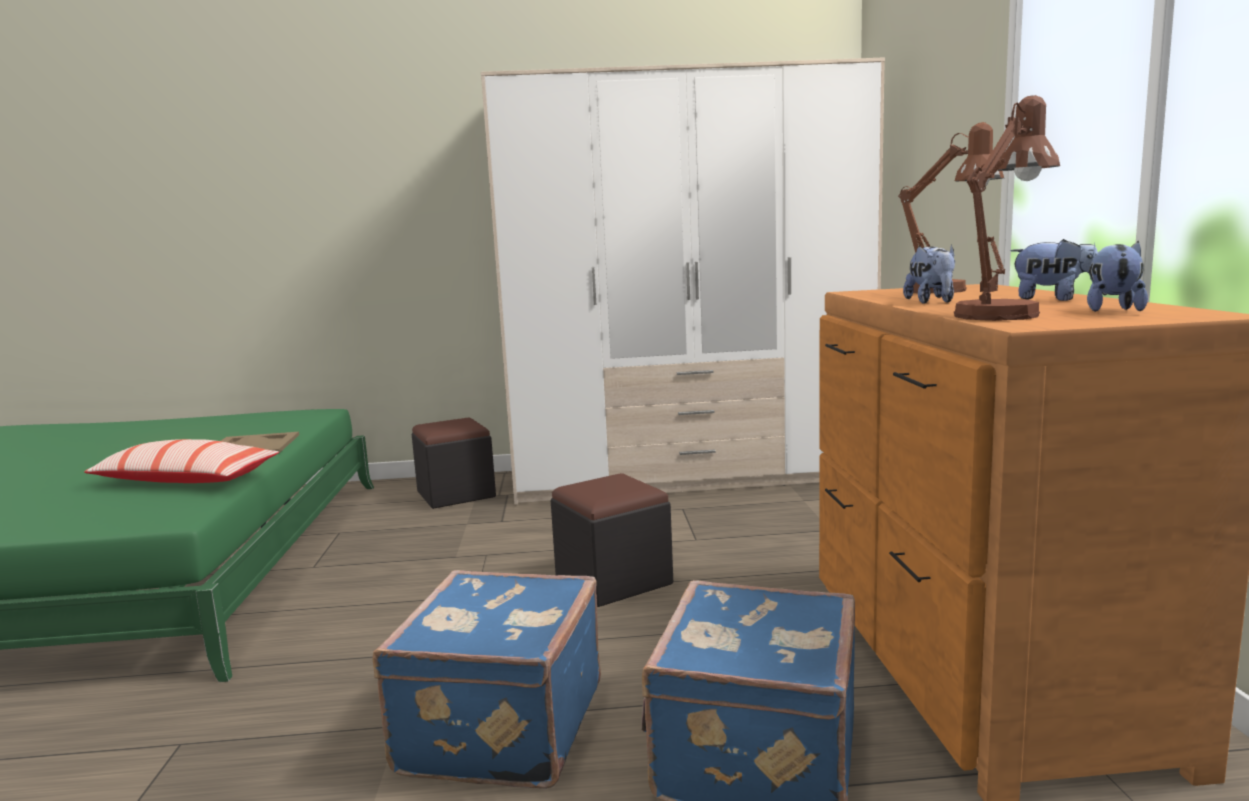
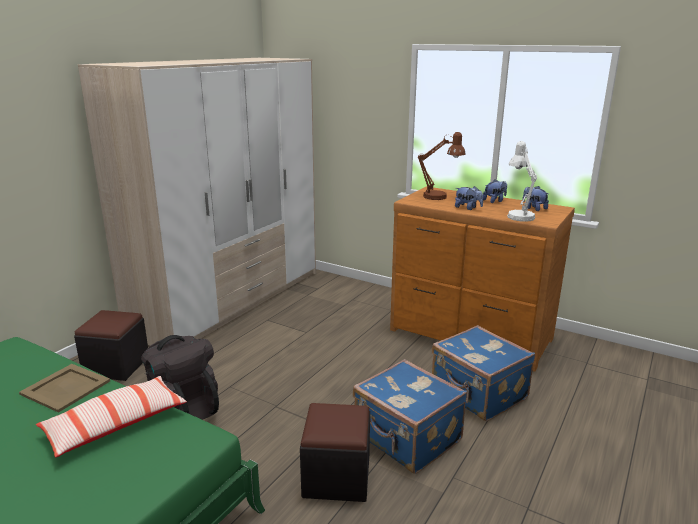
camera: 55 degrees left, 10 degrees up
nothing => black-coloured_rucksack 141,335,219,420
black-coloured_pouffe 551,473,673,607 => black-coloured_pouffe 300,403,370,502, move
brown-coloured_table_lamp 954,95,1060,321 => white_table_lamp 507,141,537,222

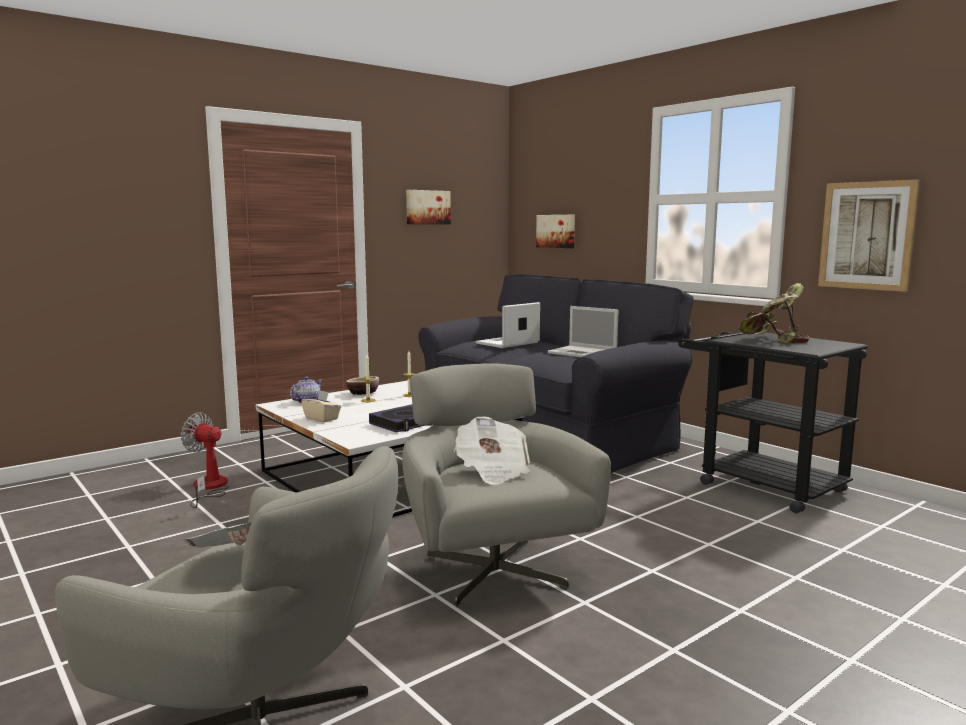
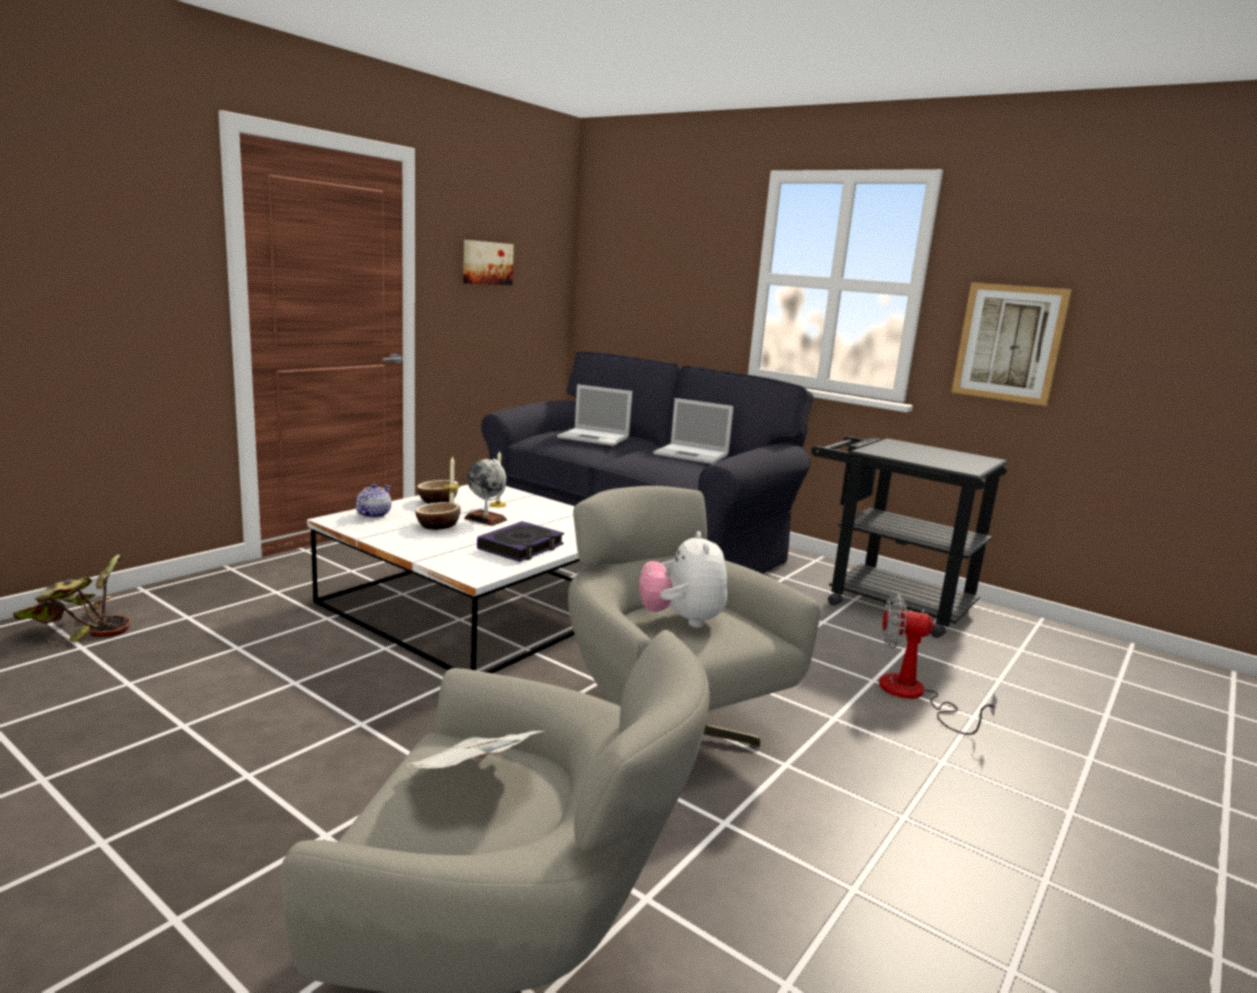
camera: 15 degrees left, 5 degrees up
sand-coloured_box_of_tissues 301,390,341,422 => nothing
picture 536,215,575,248 => nothing
nothing => bowl 415,502,460,530
nothing => globe 464,459,507,526
electric_fan 181,412,229,508 => electric_fan 879,594,997,735, move
houseplant 738,283,809,344 => houseplant 13,555,131,642, move
newspaper 454,417,530,485 => cuddly_toy 639,531,727,628
notebook_computer 476,302,540,348 => notebook_computer 557,384,632,446, 105 degrees counterclockwise

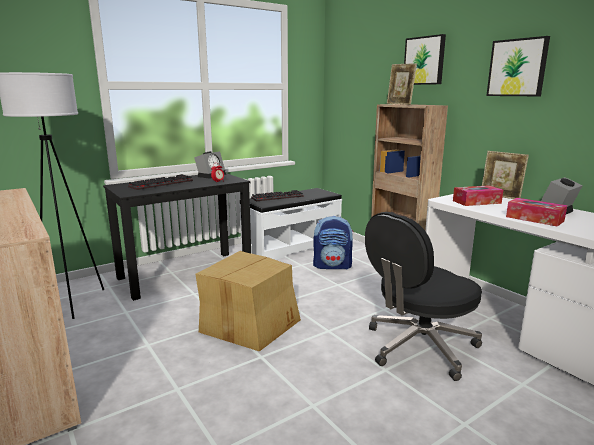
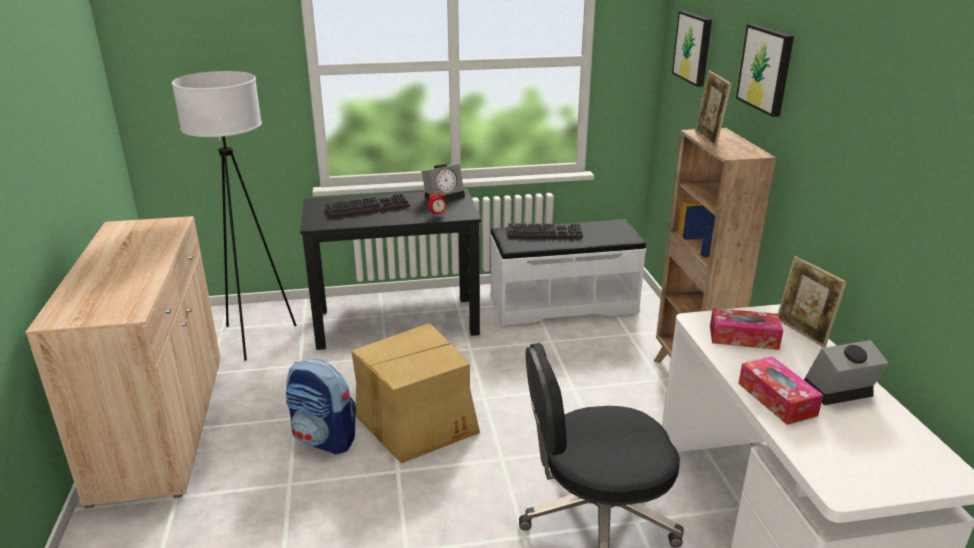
camera: 25 degrees right, 10 degrees up
rucksack 313,216,354,269 => rucksack 286,359,356,455, move
picture 486,36,550,96 => picture 672,11,712,87, move

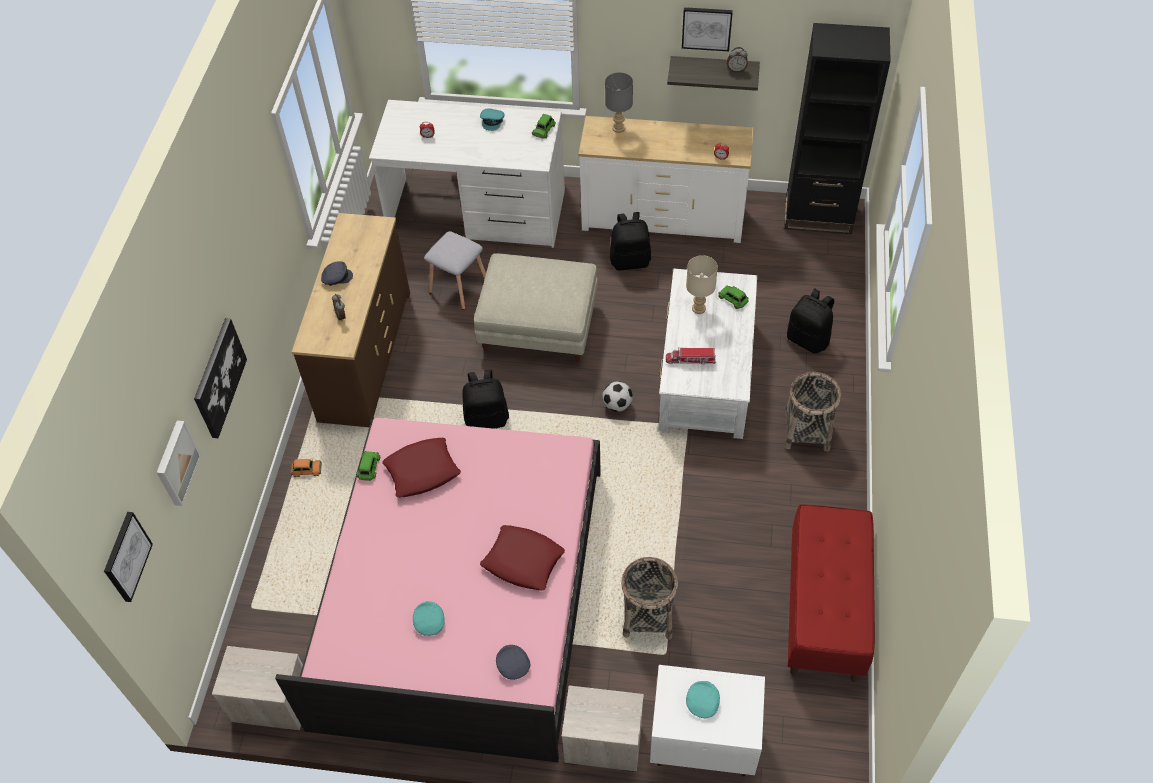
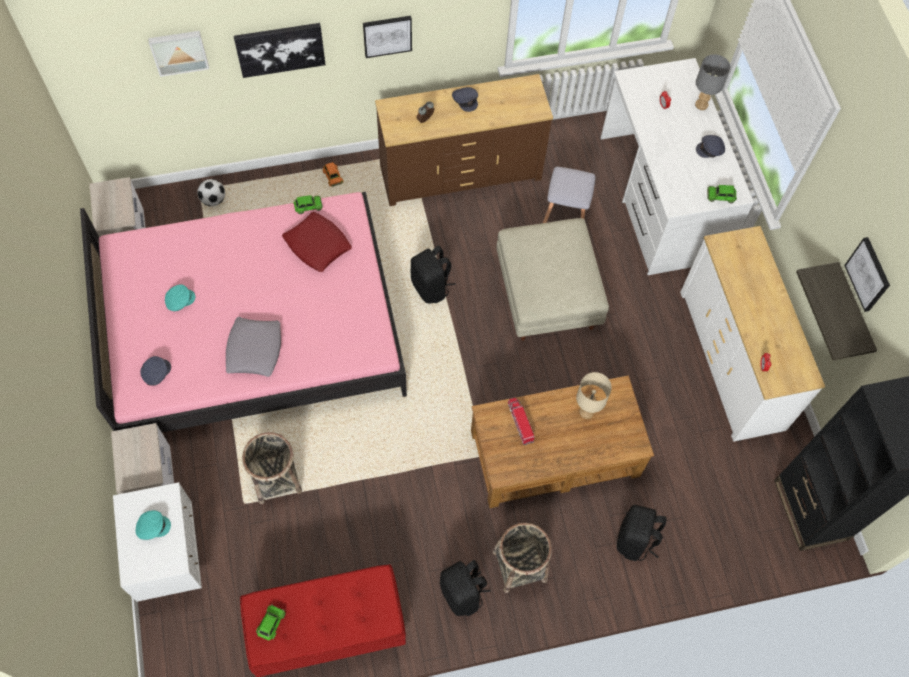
camera: 65 degrees right, 10 degrees up
alarm_clock 727,47,748,72 => nothing
picture 104,512,153,602 => picture 363,16,412,58, move
football_ball 602,381,633,412 => football_ball 197,179,225,206, move
greyish_table_lamp 605,72,633,133 => greyish_table_lamp 695,54,730,110, move
black-coloured_rucksack 610,212,651,270 => black-coloured_rucksack 440,560,491,616, move
green-coloured_miniature_car 718,285,749,309 => green-coloured_miniature_car 256,604,286,641, move
turquoise-coloured_cap 480,109,505,131 => greyish_cap 696,135,725,158
reddish_throw_pillow 480,525,565,591 => greyish_throw_pillow 226,317,281,377
white_low_table 659,269,757,439 => brown-coloured_low_table 471,375,654,508

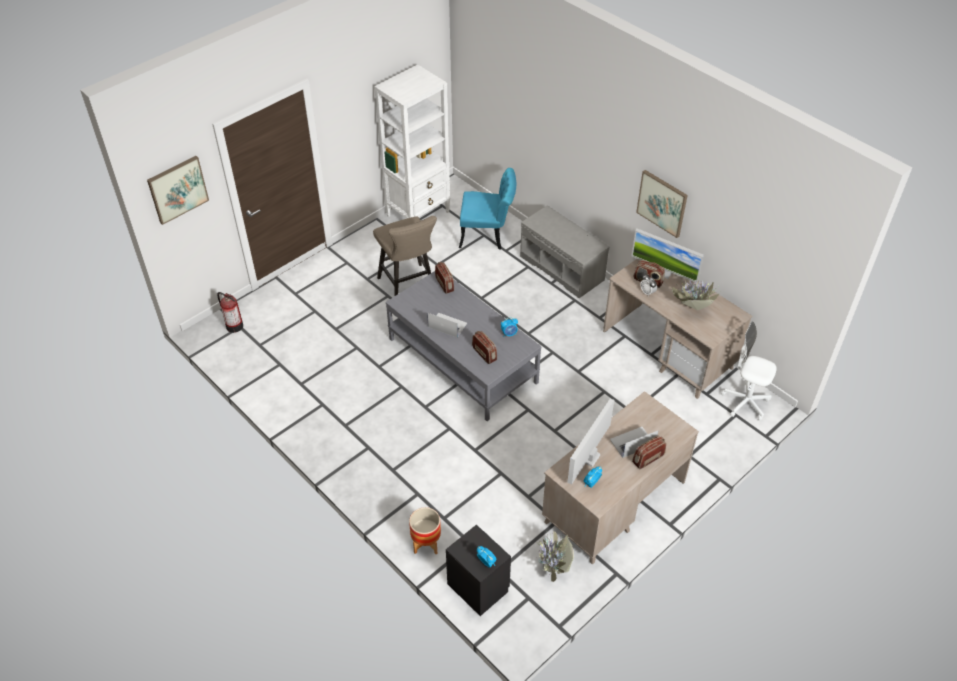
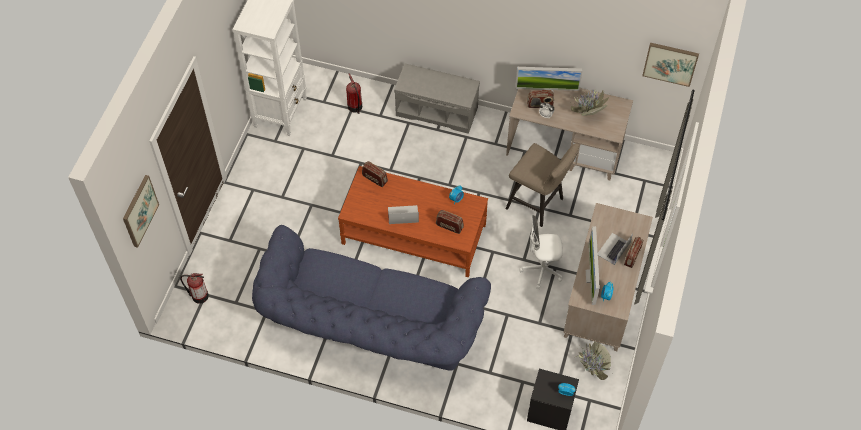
camera: 30 degrees left, 10 degrees up
flower_pot 409,507,441,554 => nothing
nothing => bluish_settee 252,225,491,371
sand-coloured_stool_seat 373,216,437,296 => sand-coloured_stool_seat 505,143,579,227, move
picture 636,170,688,238 => picture 642,43,699,87, move
white_computer_chair 721,321,777,421 => white_computer_chair 519,215,563,289, move
turquoise-coloured_chair 459,168,516,250 => fire_extinguisher 346,73,362,114
greyish_low_table 386,271,542,421 => brown-coloured_low_table 338,166,488,278

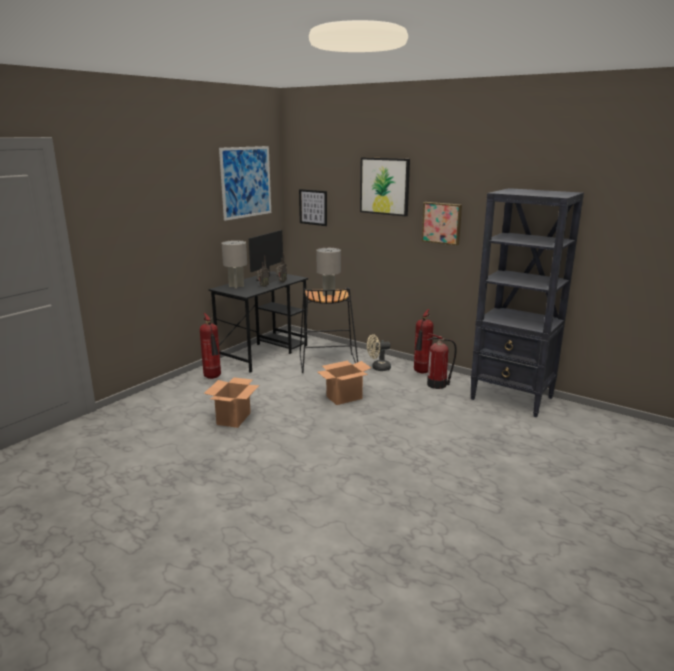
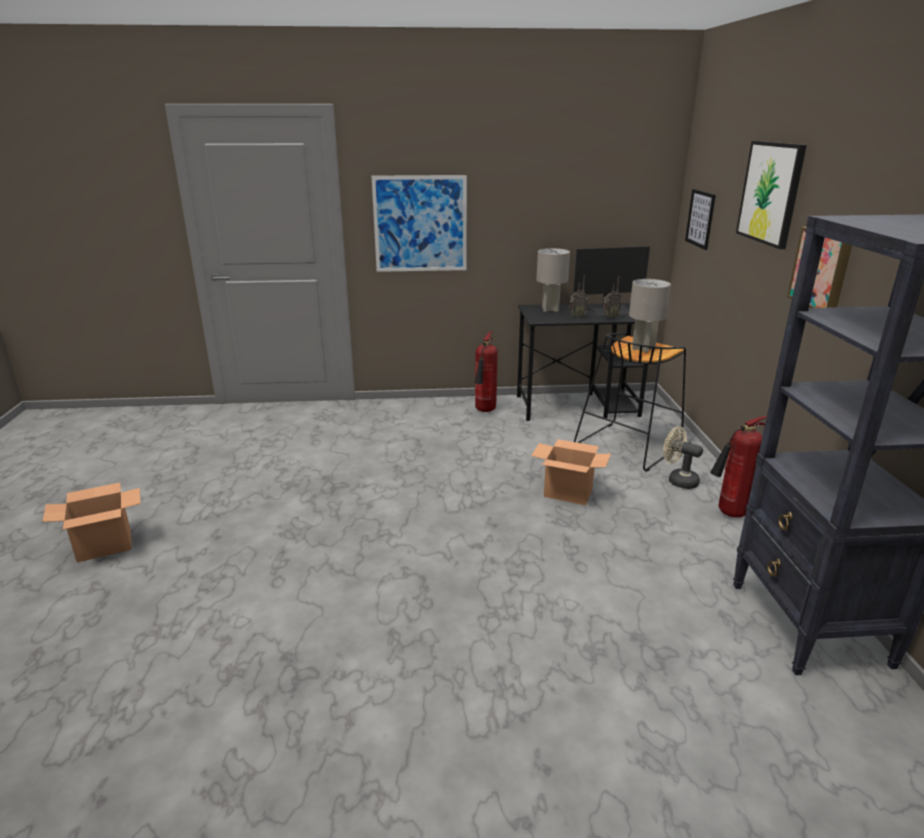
camera: 50 degrees right, 5 degrees up
fire_extinguisher 427,333,457,389 => nothing
carton 204,377,259,428 => carton 43,483,141,563, move
picture 219,146,271,221 => picture 372,175,467,272, move

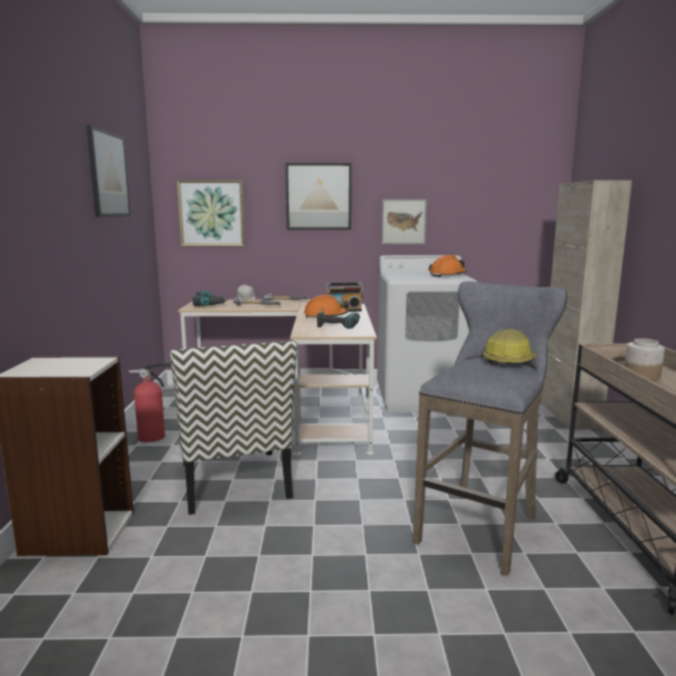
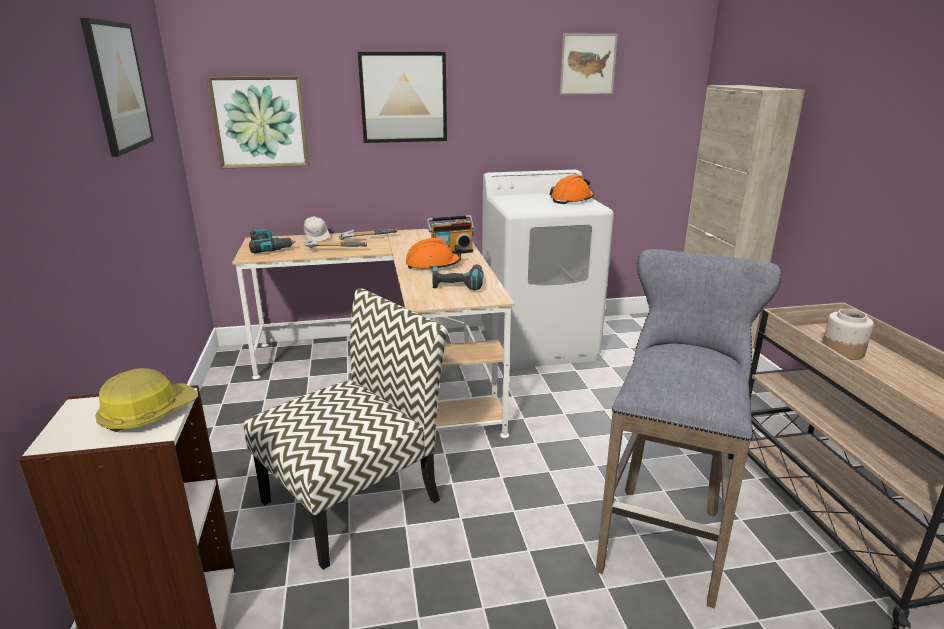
camera: 10 degrees left, 10 degrees up
fire_extinguisher 129,362,171,442 => nothing
picture 382,199,427,244 => picture 560,33,618,95, move
work_helmet 483,329,537,366 => work_helmet 95,368,198,432, move
chair 170,341,297,515 => chair 244,288,447,570, 105 degrees counterclockwise

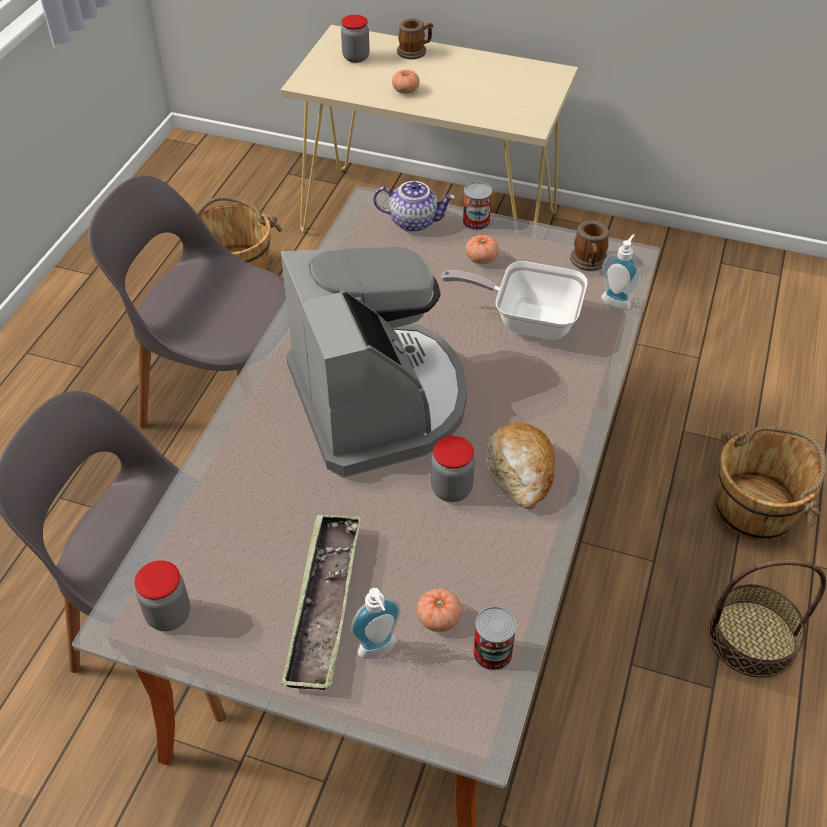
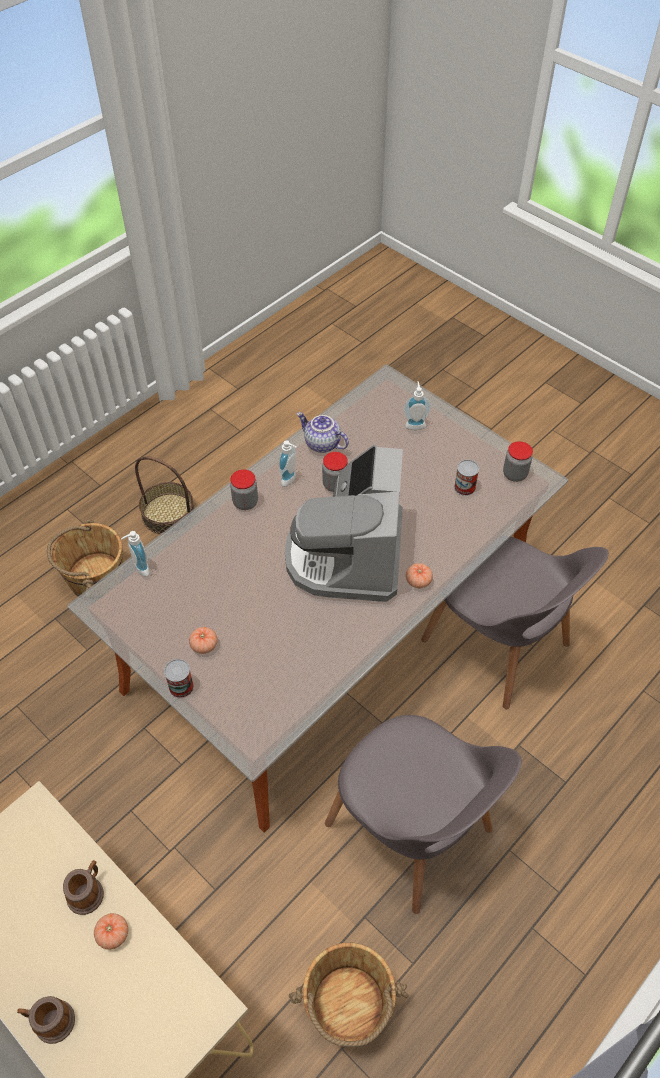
camera: 155 degrees left, 5 degrees up
tray 281,514,361,690 => nothing
pan 441,261,588,340 => nothing
storage_jar 341,15,370,63 => storage_jar 230,469,258,510, move
teapot 373,181,455,232 => teapot 297,412,349,453, move
whole_tomato 417,589,462,632 => whole_tomato 406,563,433,588, move
sealed_can 473,606,517,671 => sealed_can 454,460,479,496, move
mug 570,220,609,271 => mug 63,860,104,915, move
bread 485,422,555,509 => soap_bottle 279,440,297,487

